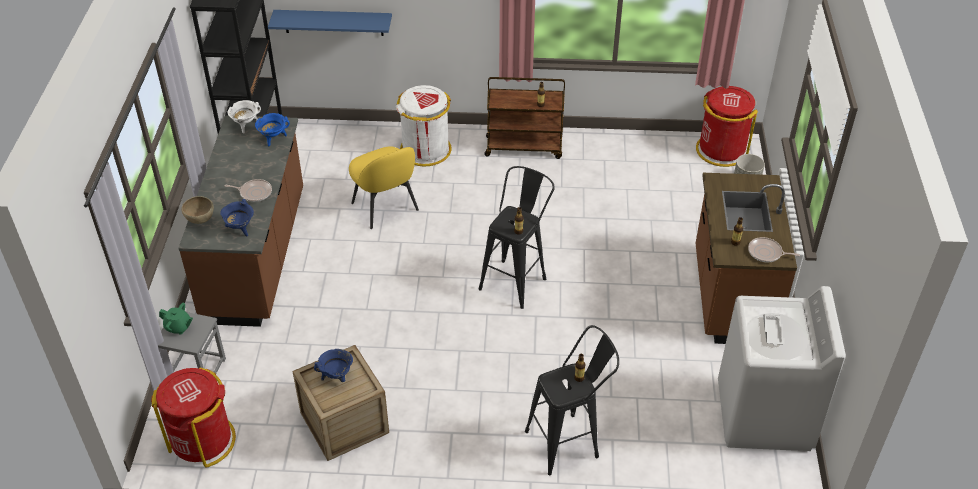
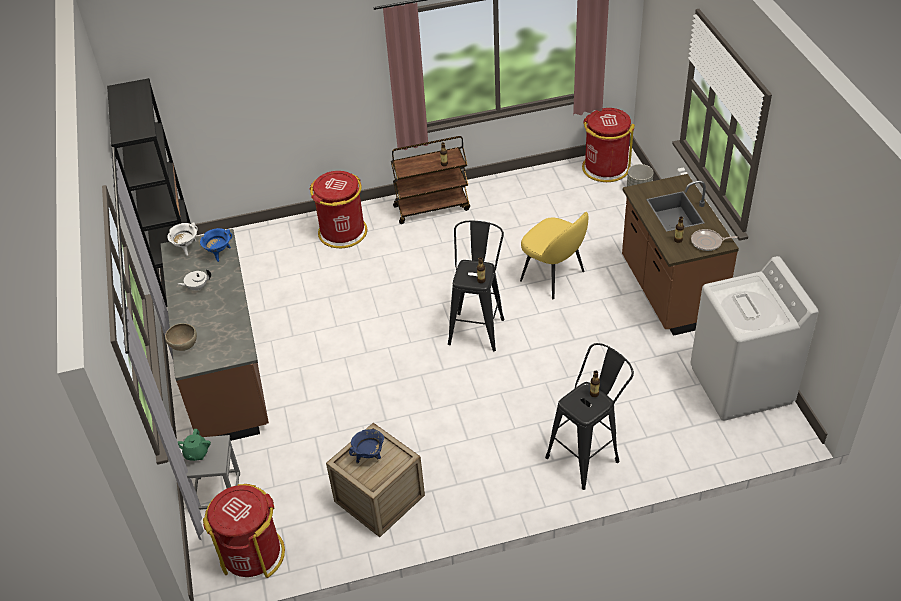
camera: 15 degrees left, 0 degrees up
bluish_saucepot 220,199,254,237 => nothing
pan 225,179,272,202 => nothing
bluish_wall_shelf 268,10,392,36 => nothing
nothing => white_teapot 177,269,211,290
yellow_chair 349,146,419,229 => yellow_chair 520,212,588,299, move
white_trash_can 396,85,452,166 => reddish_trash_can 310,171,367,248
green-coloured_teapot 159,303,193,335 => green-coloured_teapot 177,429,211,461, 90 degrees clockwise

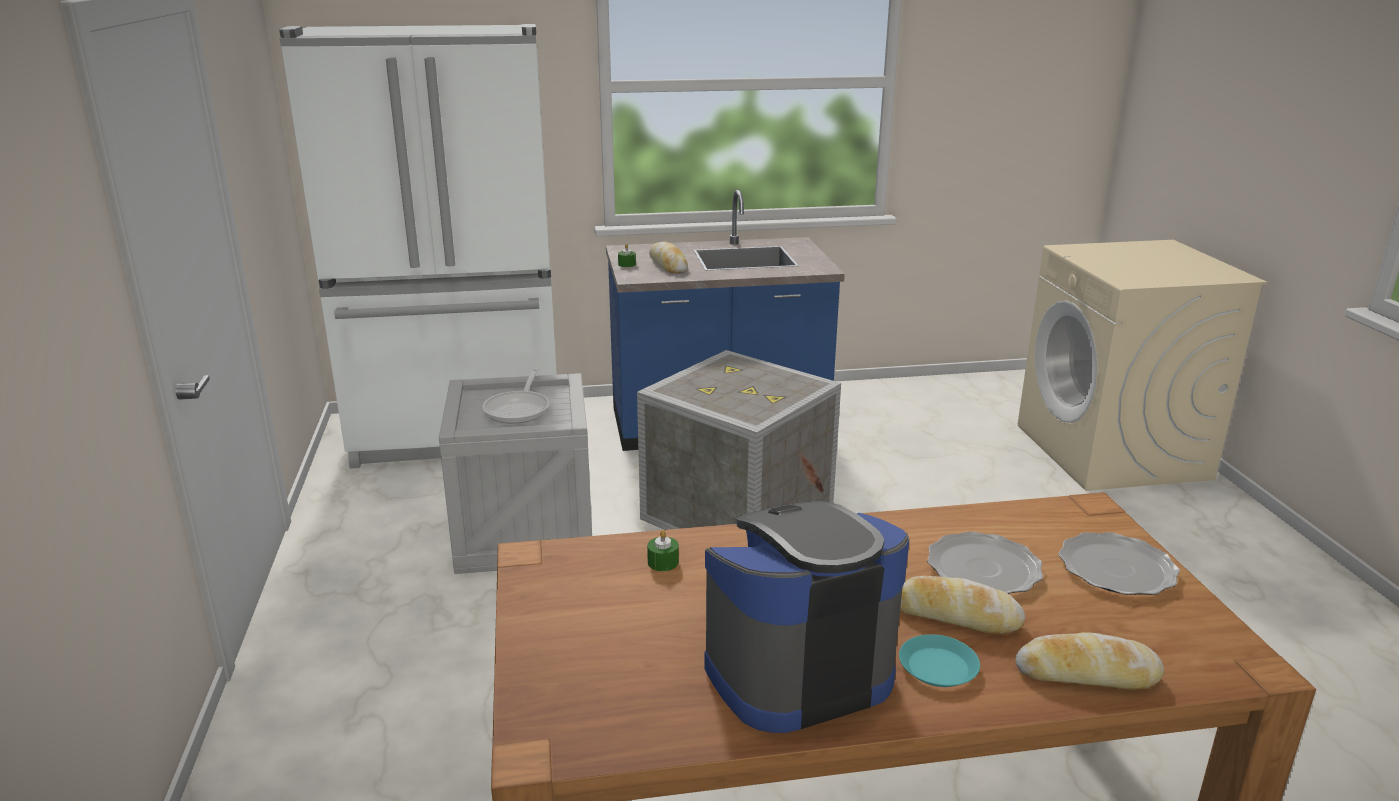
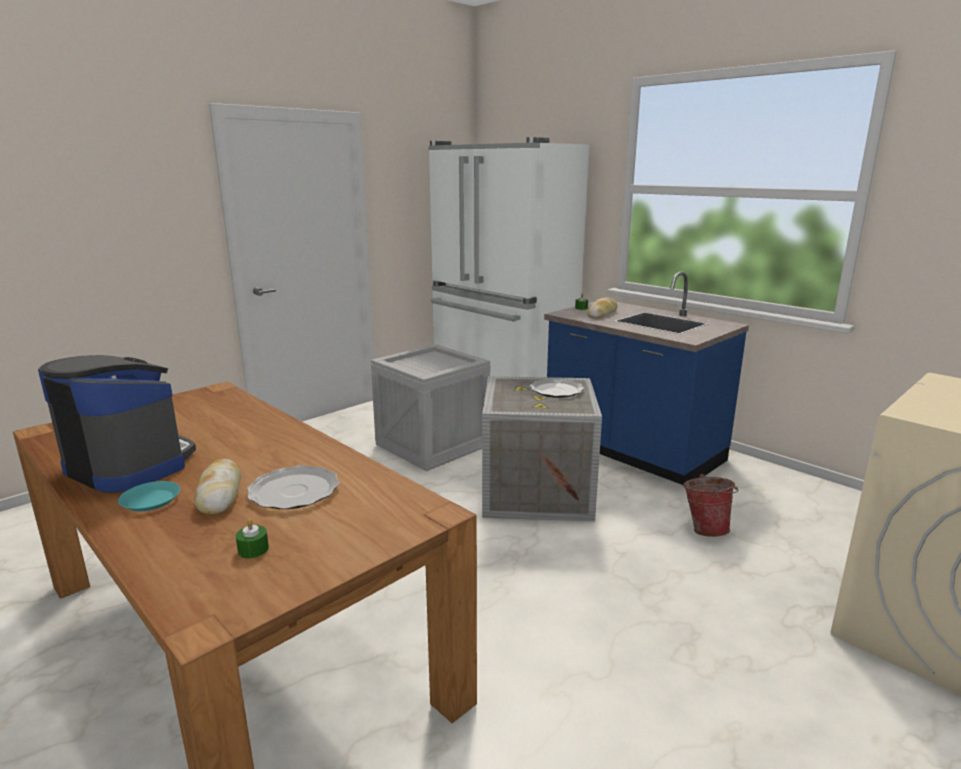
camera: 55 degrees right, 5 degrees down
pan 482,368,550,424 => nothing
bread 1016,632,1164,689 => nothing
nothing => water_bucket 683,474,739,537
green-coloured_wax_light 647,530,679,571 => green-coloured_wax_light 236,519,269,558, move
plate 1058,532,1180,595 => plate 530,378,584,398, move

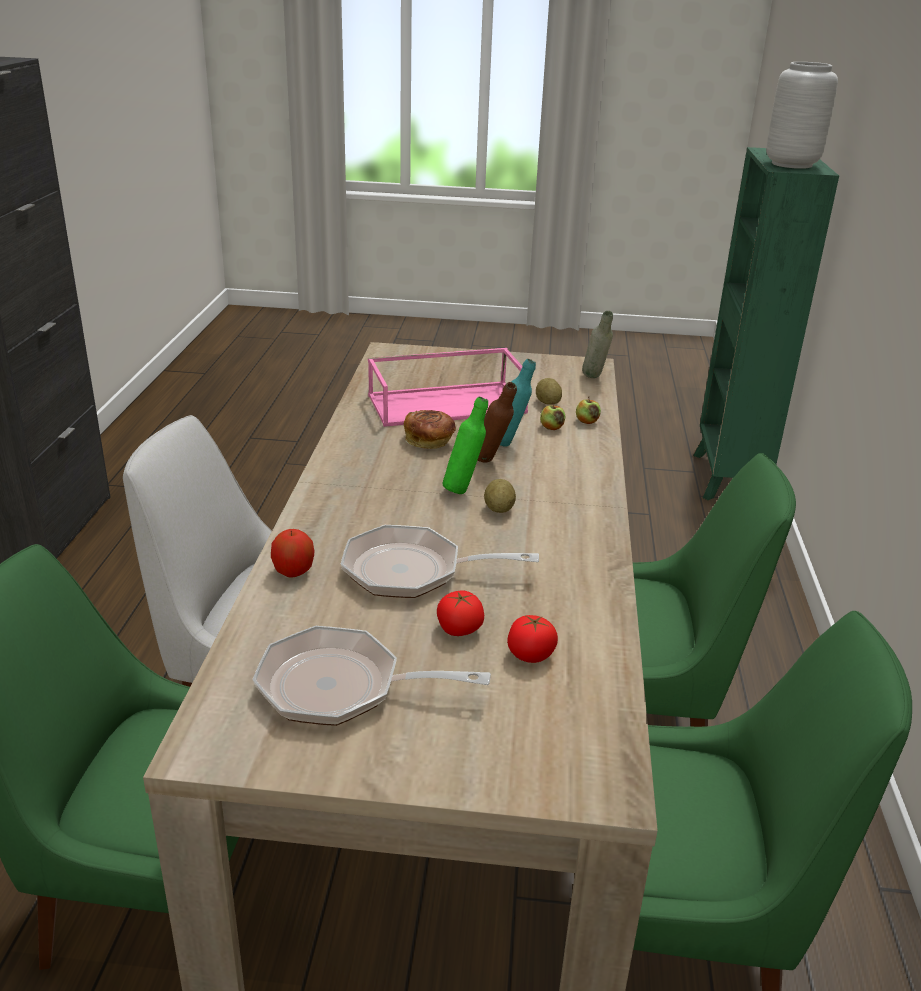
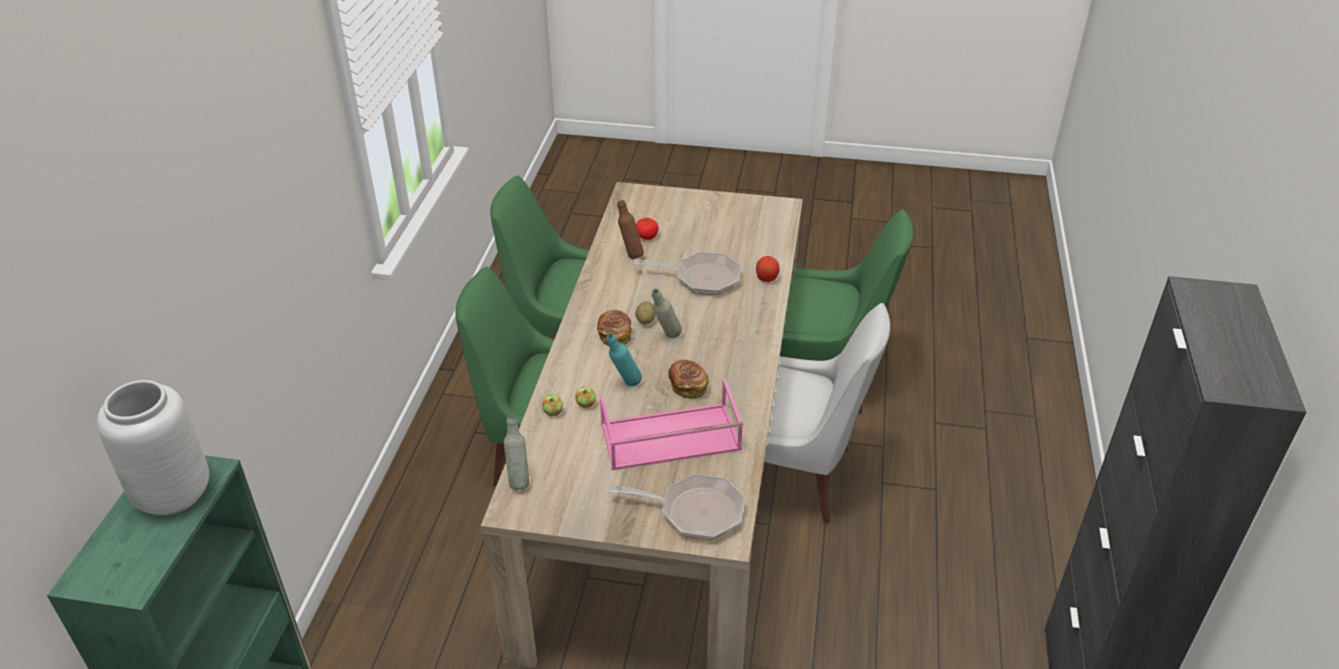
camera: 175 degrees left, 10 degrees up
whole_tomato 437,591,484,636 => nothing
potato 536,378,562,404 => nothing
nothing => bread 597,310,633,346
pan 252,626,491,726 => pan 608,474,745,540, move
brown-coloured_beverage_bottle 478,382,517,463 => brown-coloured_beverage_bottle 617,200,644,259, move
green-coloured_beverage_bottle 443,397,488,494 => greyish_beverage_bottle 652,289,682,338

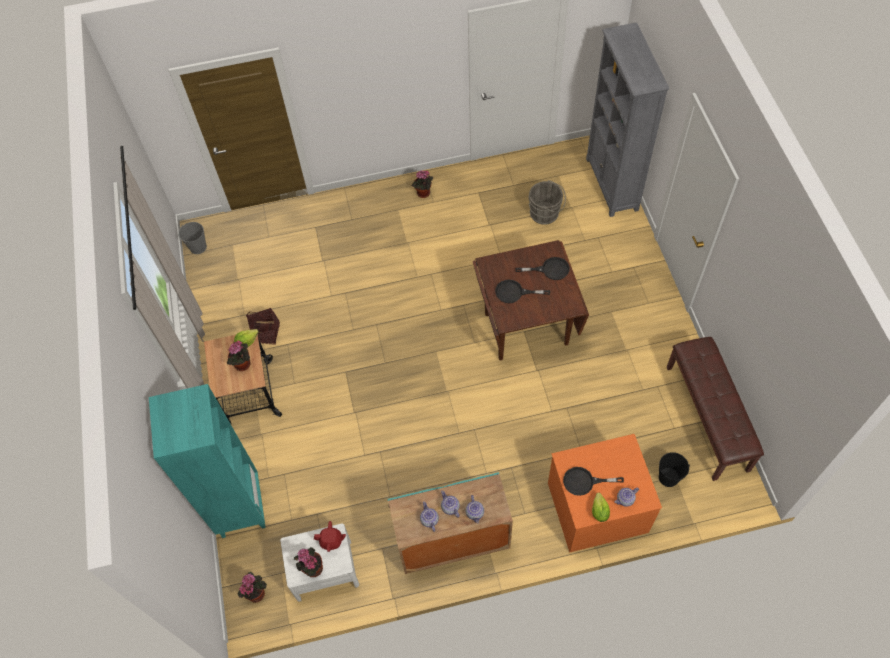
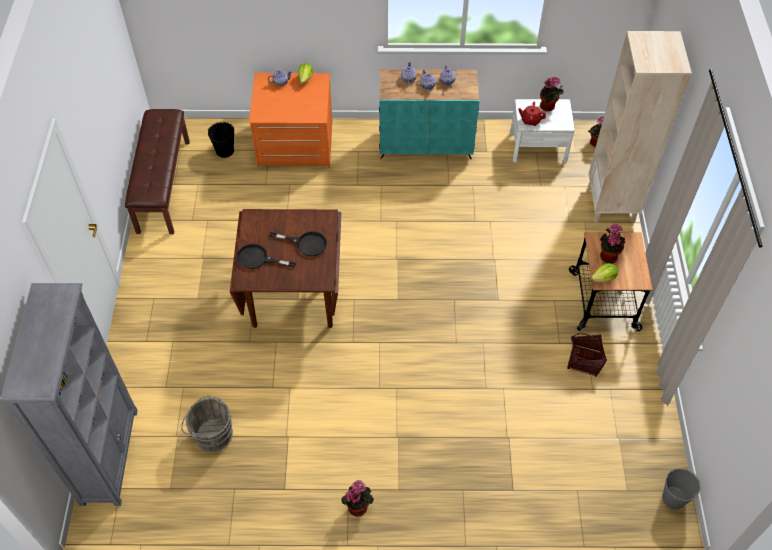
camera: 170 degrees left, 5 degrees down
black-coloured_pan 563,467,624,496 => nothing
turquoise-coloured_shelving_unit 149,384,266,538 => sand-coloured_shelving_unit 588,31,692,223

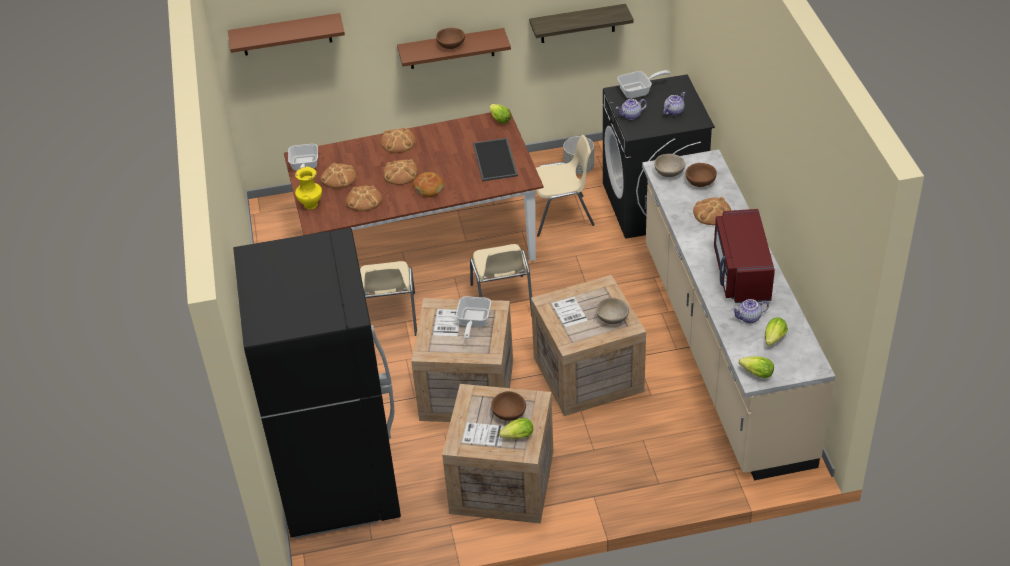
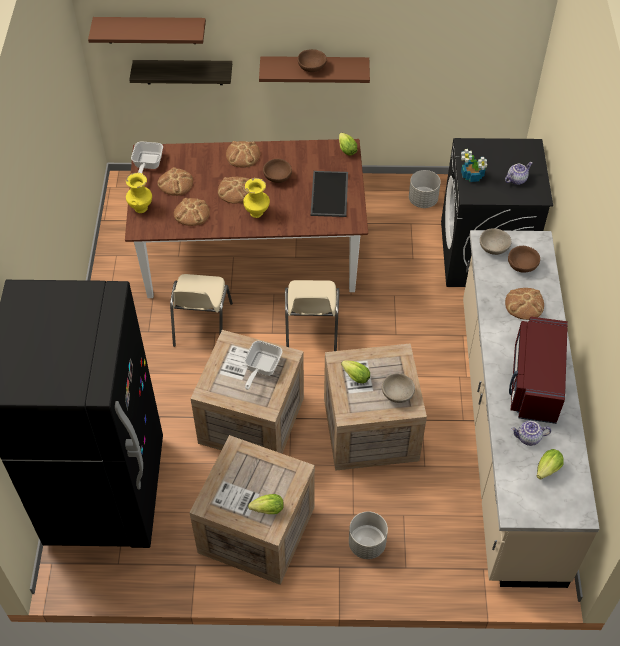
camera: 10 degrees right, 10 degrees up
sand-coloured_chair 536,135,595,237 => nothing
pan 617,70,670,99 => nothing
nothing => greyish_flower_pot 349,511,388,559
brown-coloured_bowl 491,391,526,421 => brown-coloured_bowl 263,159,292,183, move
wall_shelf 529,4,634,43 => wall_shelf 129,60,232,85, move
lettuce_head 739,356,774,378 => lettuce_head 341,360,370,383, move
bread 413,172,444,197 => yellow_flower_vase 243,178,270,218
teapot 616,99,647,120 => houseplant 461,149,487,182

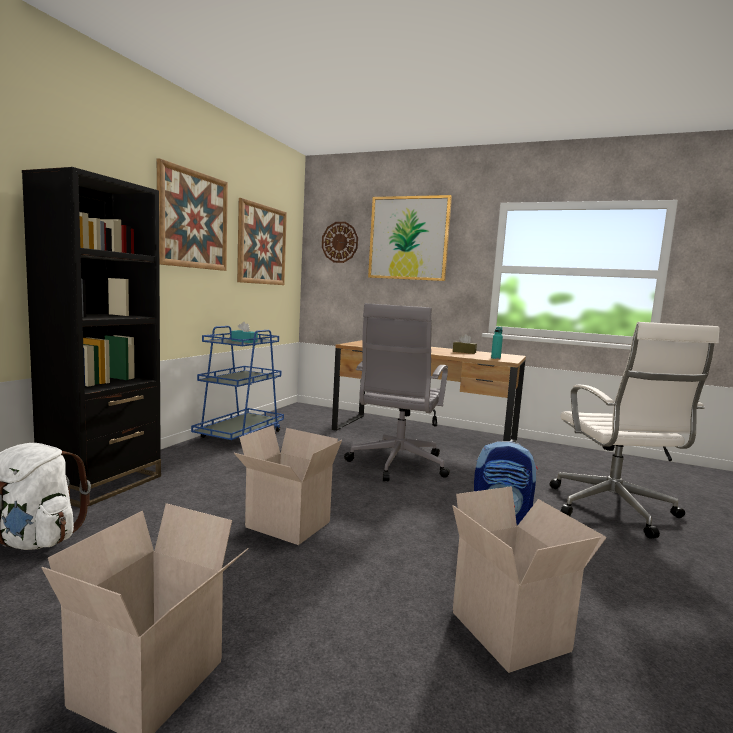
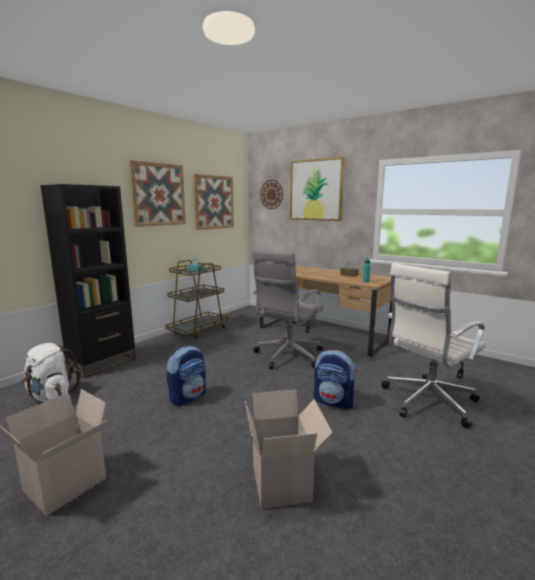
camera: 15 degrees right, 5 degrees up
carton 234,426,342,545 => rucksack 167,346,206,406
bluish_cart 191,326,284,440 => brown-coloured_cart 165,260,228,339
white_computer_chair 550,322,720,539 => white_computer_chair 382,263,486,428, 45 degrees clockwise

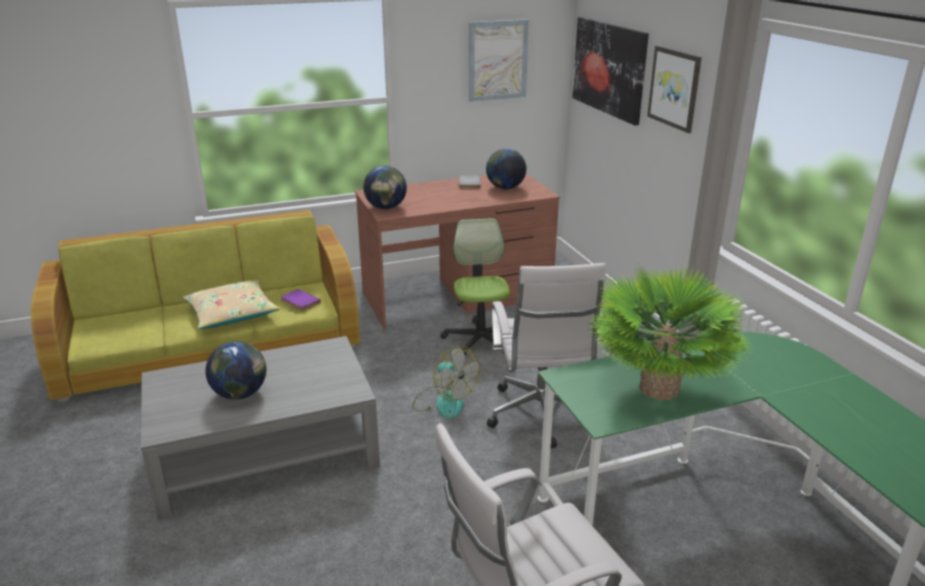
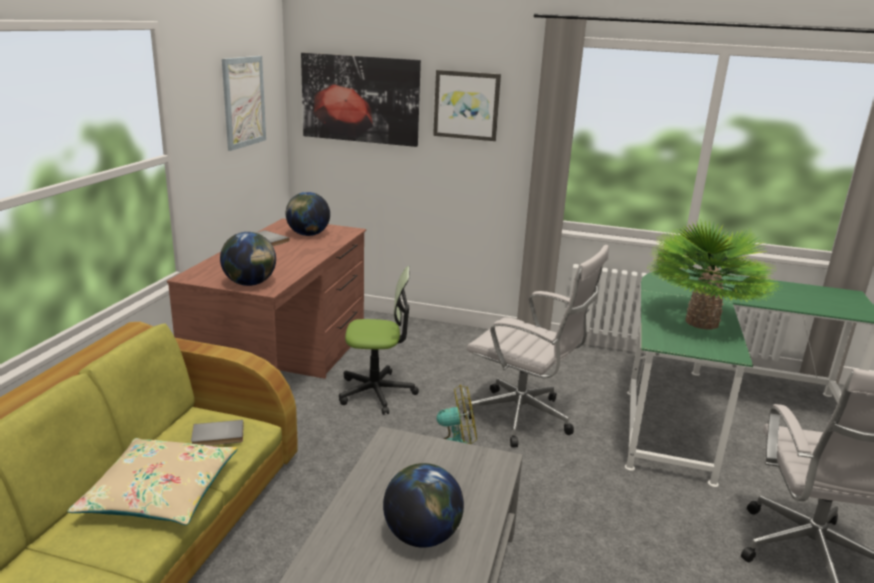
camera: 55 degrees left, 5 degrees down
purple_book 281,289,321,311 => greyish_book 191,420,244,446
computer_chair 441,218,510,356 => computer_chair 339,266,419,415, 150 degrees clockwise

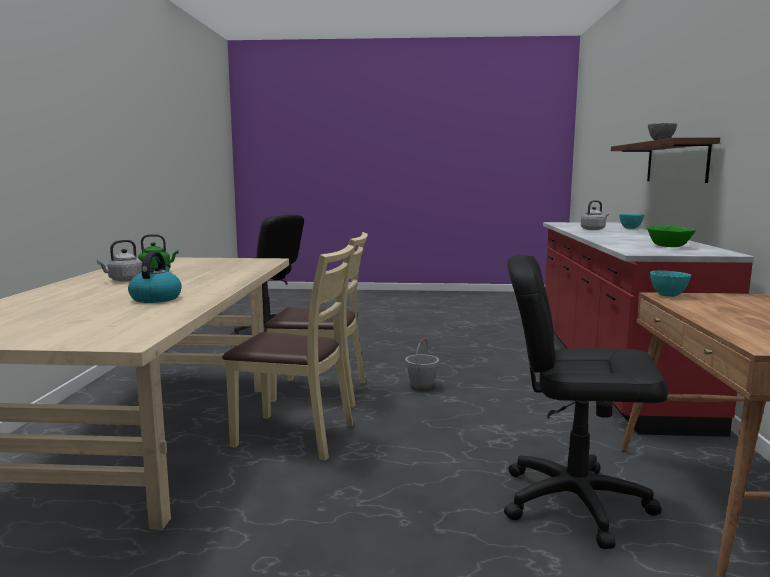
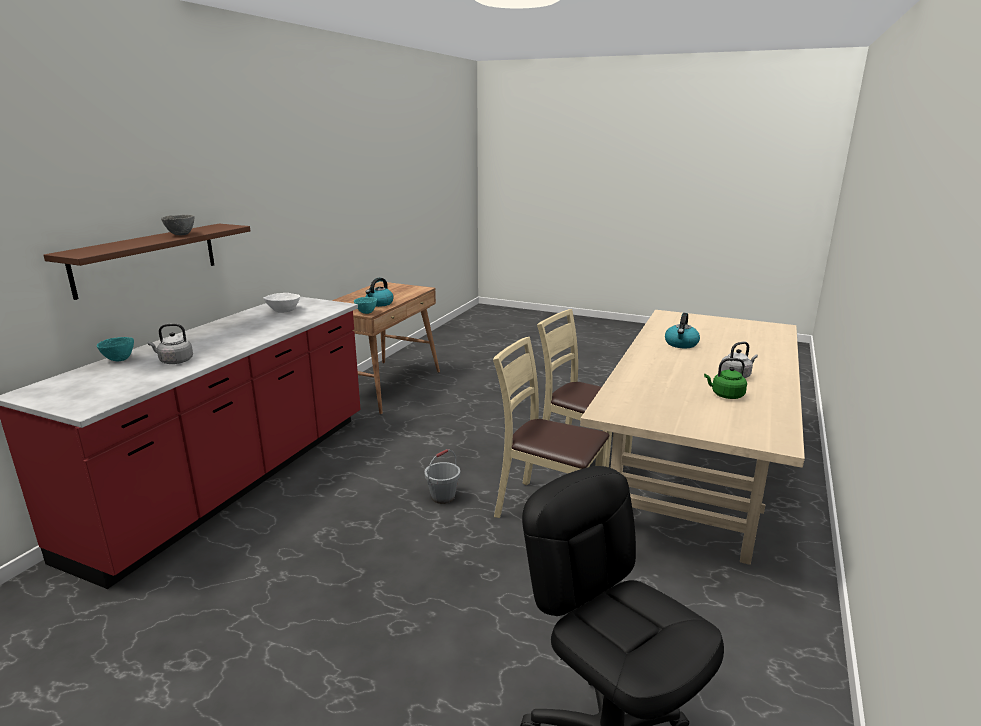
camera: 160 degrees left, 10 degrees up
black-coloured_computer_chair 504,255,668,549 => nothing
nothing => kettle 366,278,394,307
green-coloured_bowl 647,226,696,247 => white_bowl 264,293,300,313

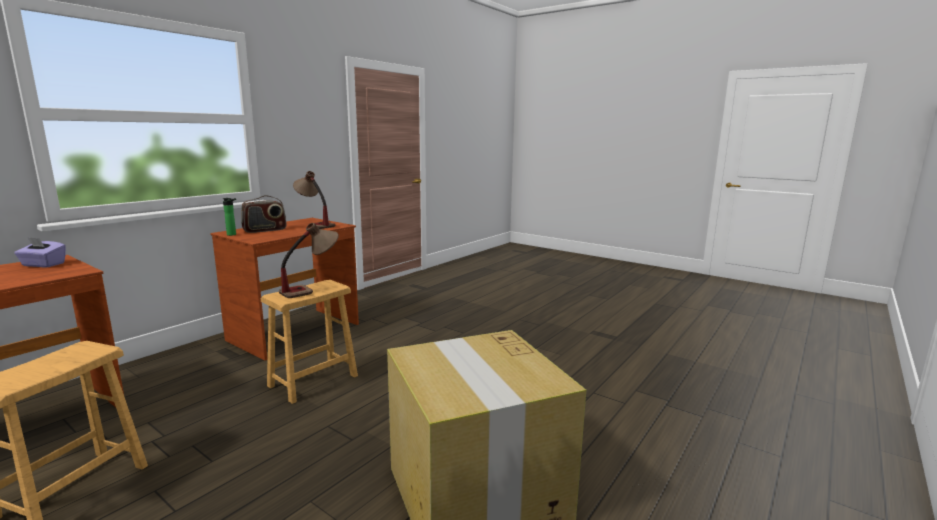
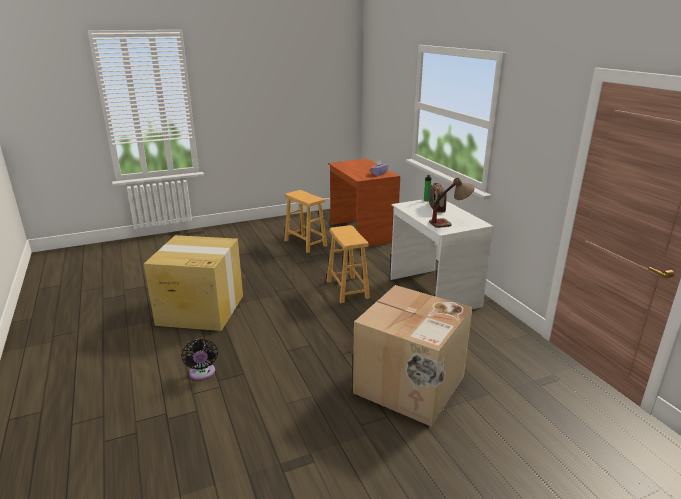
camera: 120 degrees right, 10 degrees up
table_lamp 279,223,339,298 => nothing
nothing => black-coloured_electric_fan 181,338,218,380
nothing => carton 353,285,473,427
brown-coloured_desk 210,218,359,360 => white_desk 390,199,494,310

